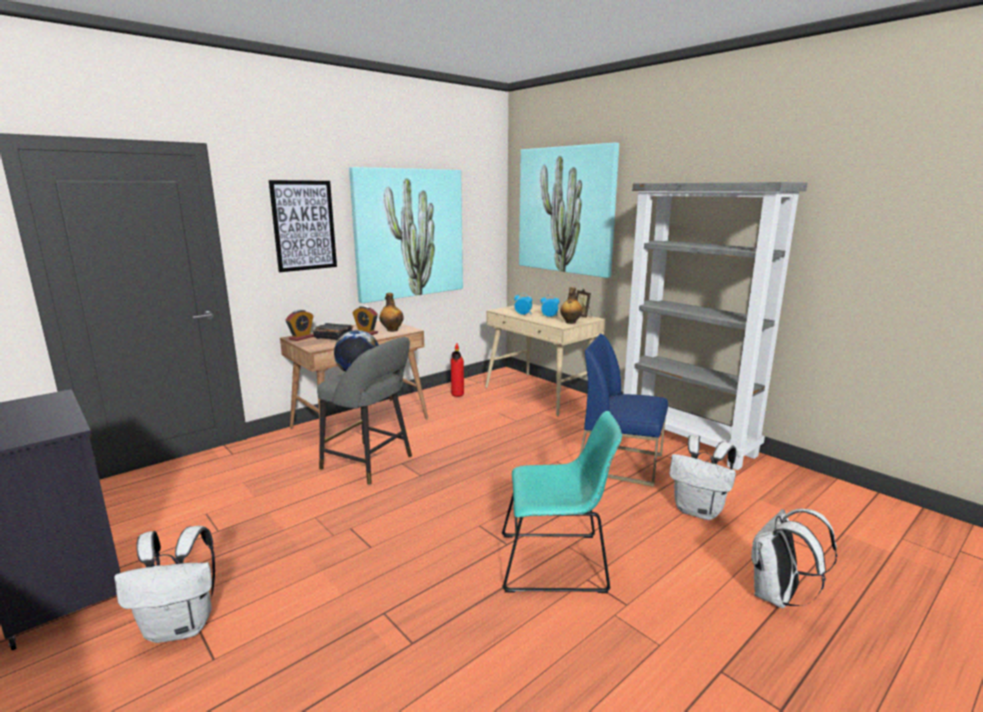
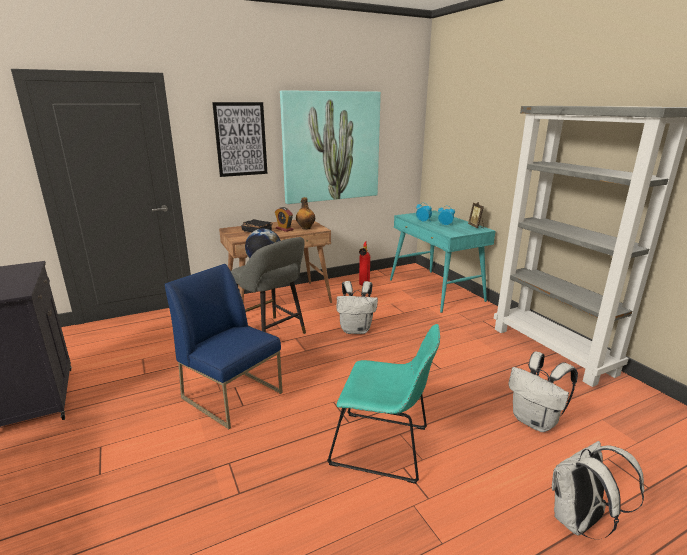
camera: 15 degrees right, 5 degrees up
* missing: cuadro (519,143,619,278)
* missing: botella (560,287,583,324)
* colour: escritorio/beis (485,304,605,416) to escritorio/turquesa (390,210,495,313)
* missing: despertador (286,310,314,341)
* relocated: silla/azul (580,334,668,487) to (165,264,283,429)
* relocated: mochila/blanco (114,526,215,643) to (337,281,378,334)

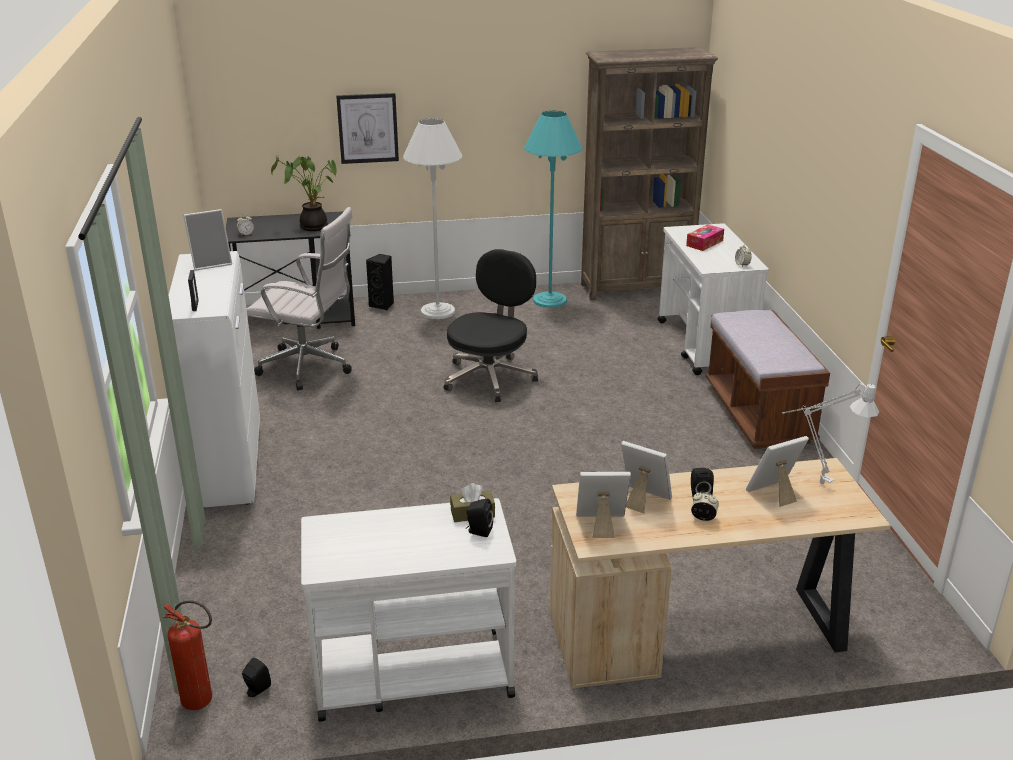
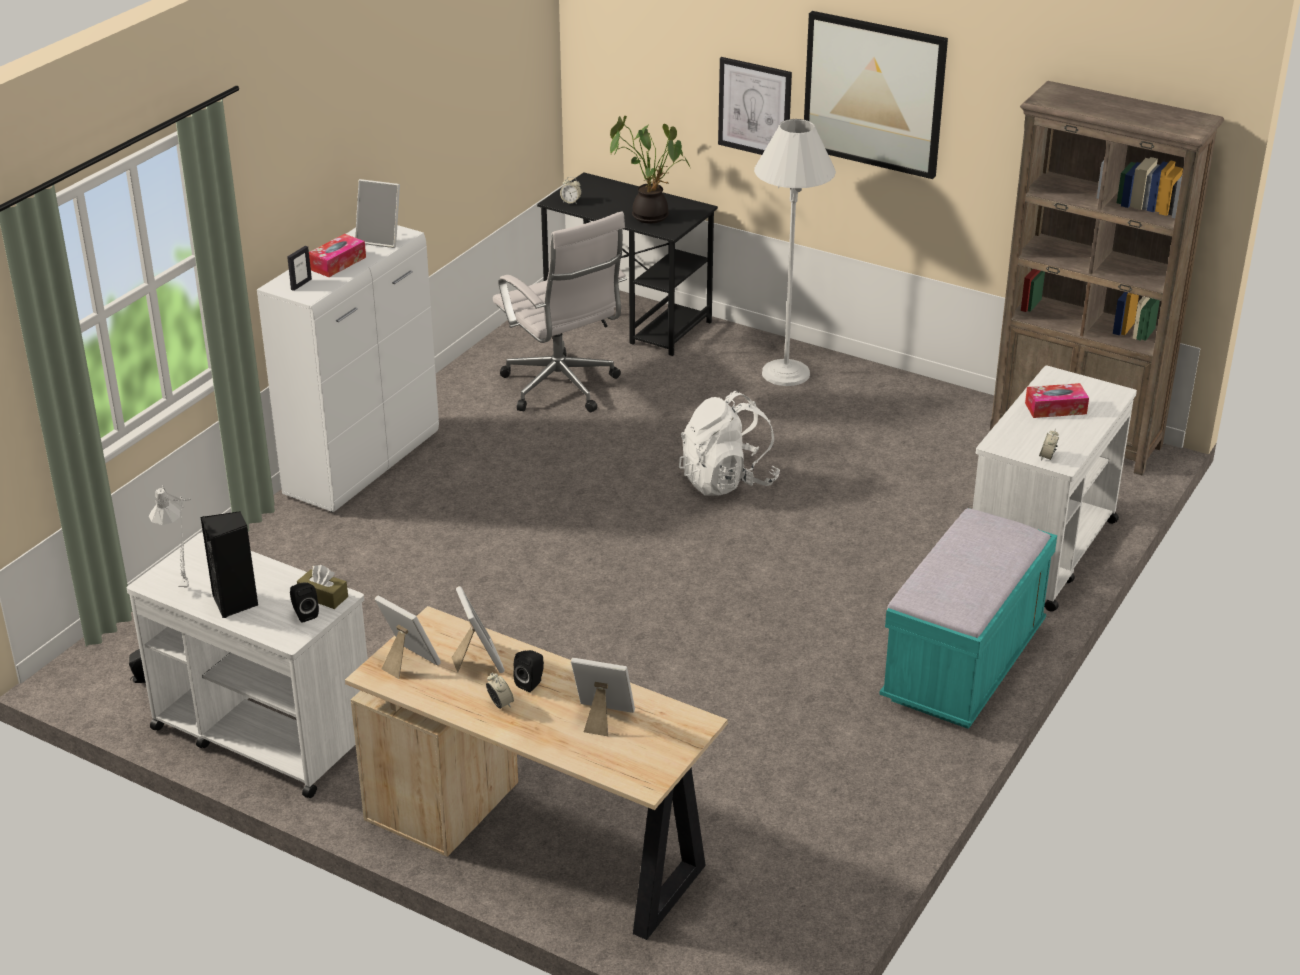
camera: 40 degrees right, 5 degrees up
* missing: lámpara de pie/turquesa (524,111,582,308)
* exchanged: silla de oficina/negro (444,249,538,402) to mochila/blanco (679,391,780,496)
* relocated: altavoz/negro (366,254,394,310) to (201,511,258,618)
* colour: banco/marrón (705,310,830,449) to banco/turquesa (879,508,1057,729)
* relocated: lámpara de mesa/gris (782,383,879,484) to (149,486,191,588)
* missing: extintor (163,600,212,710)
* appeared: cuadro (804,11,948,179)
* appeared: caja de pañuelos (309,234,366,277)

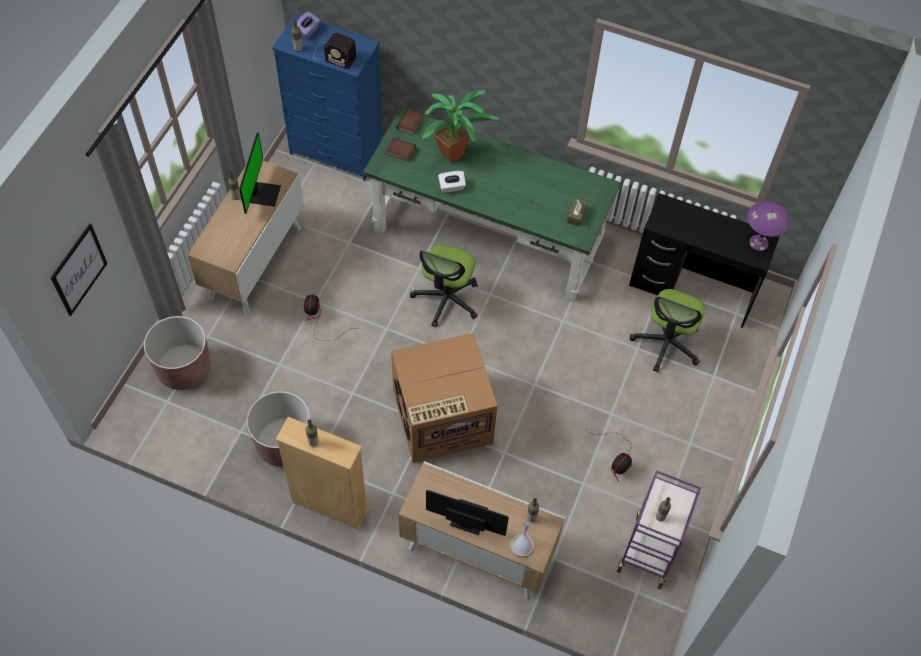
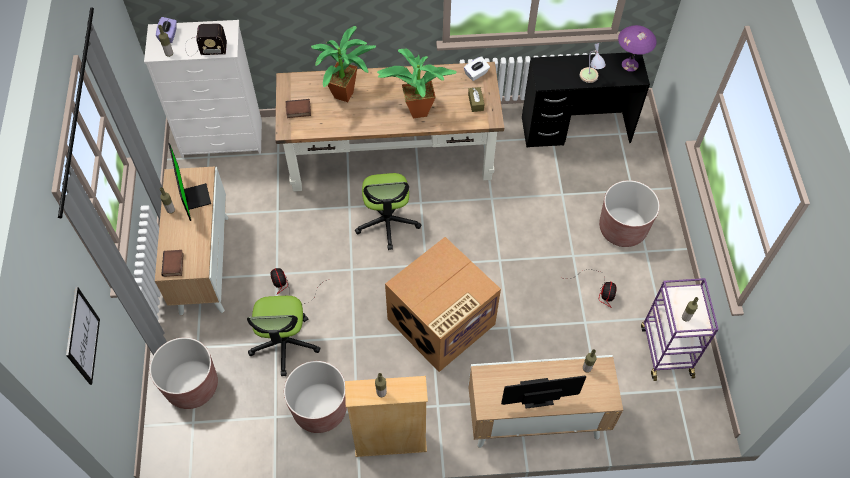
camera: 25 degrees left, 0 degrees up
* colour: cómoda/azul (272,14,383,181) to cómoda/blanco (144,20,262,158)
* colour: escritorio/verde (363,107,621,303) to escritorio/marrón (275,62,504,192)
* relocated: libro (397,108,423,135) to (161,250,184,277)
* relocated: caja de pañuelos/blanco (438,171,466,193) to (464,56,490,81)
* relocated: silla de oficina (630,289,705,372) to (247,296,321,376)
* relocated: lámpara de mesa (510,523,534,558) to (580,43,606,83)
* appeared: planta en maceta (377,49,457,119)
* appeared: maceta/marrón (599,180,660,247)

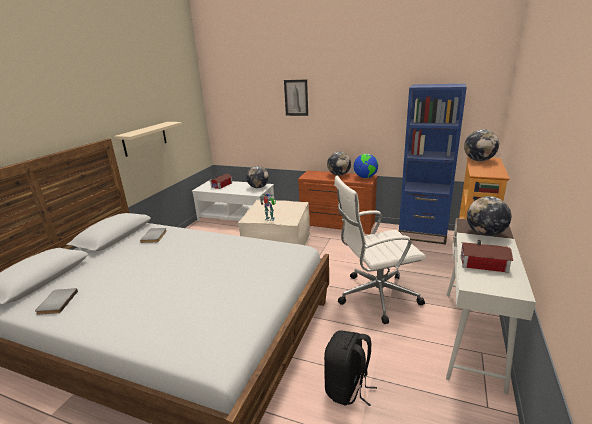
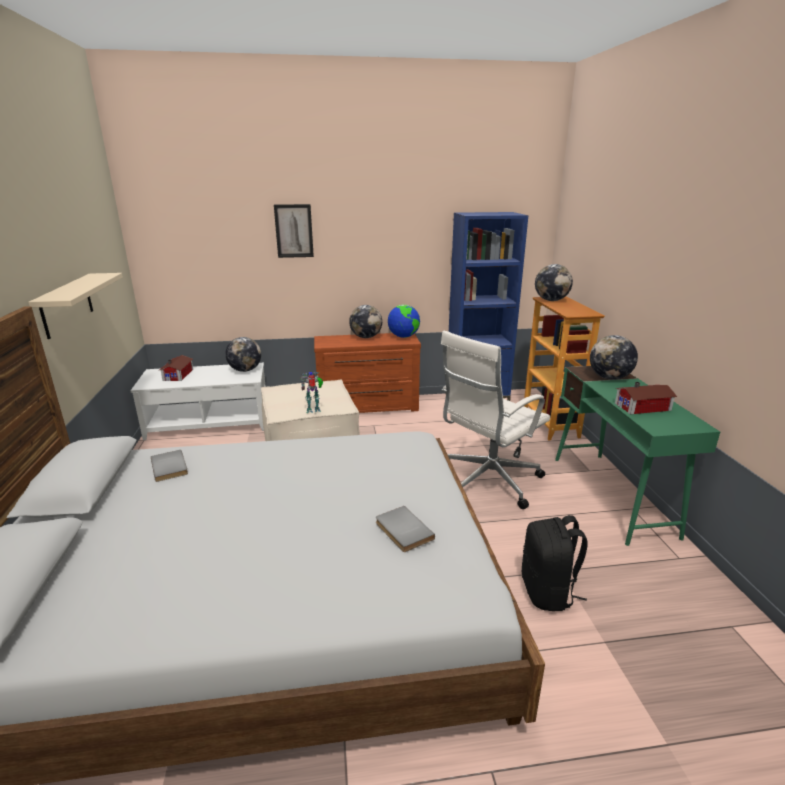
camera: 30 degrees left, 0 degrees up
* colour: escritorio/blanco (446,218,536,394) to escritorio/verde (555,366,720,546)
* relocated: libro/gris (35,288,78,315) to (376,506,435,552)

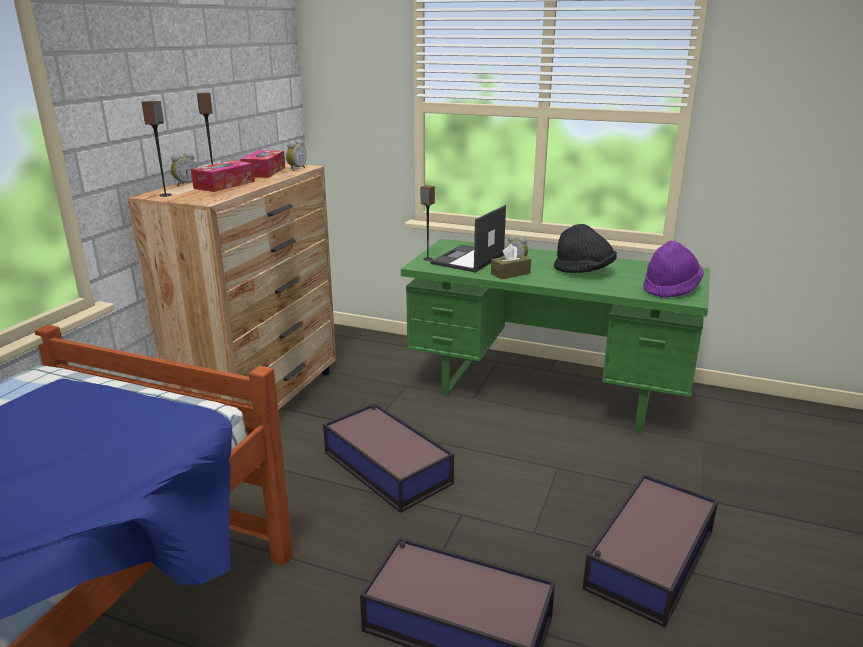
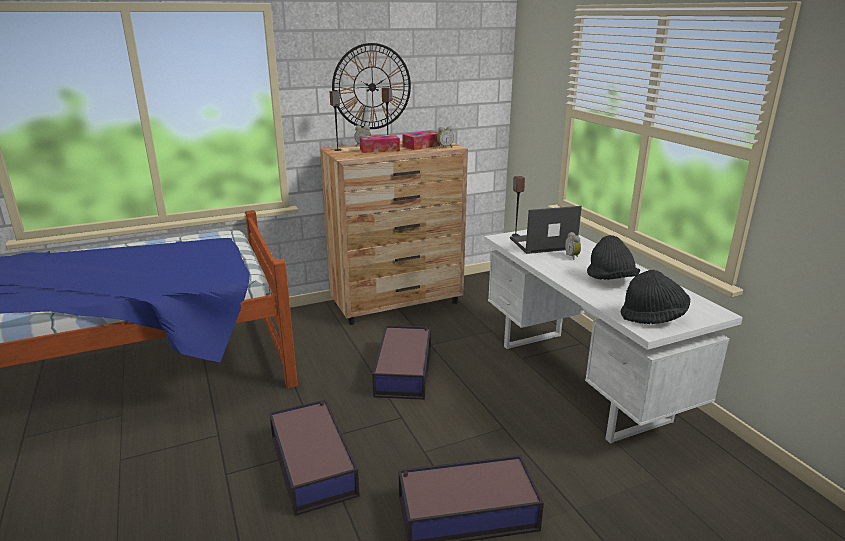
camera: 45 degrees right, 0 degrees up
* colour: escritorio/verde (401,239,710,433) to escritorio/blanco (484,230,743,444)
* colour: sombrero/morado (643,241,704,298) to sombrero/negro (621,270,690,324)
* missing: caja de pañuelos/marrón (491,244,531,279)
* appeared: reloj de pared (332,43,411,129)

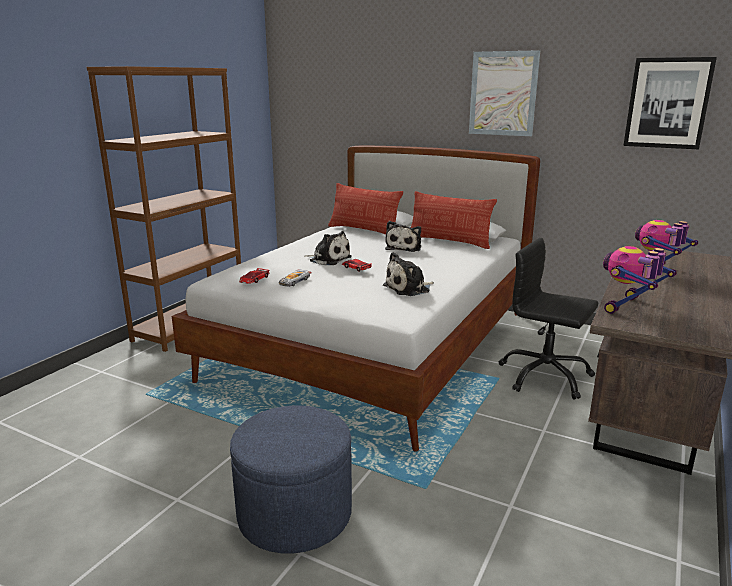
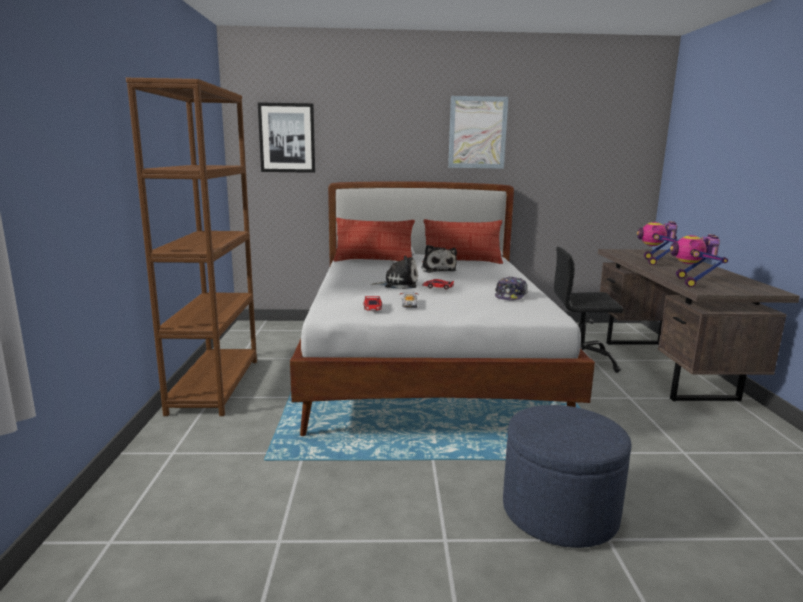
camera: 30 degrees left, 5 degrees down
* relocated: cuadro (623,57,717,149) to (258,102,315,173)
* exchanged: peluche (383,252,434,296) to gorra (495,276,528,301)

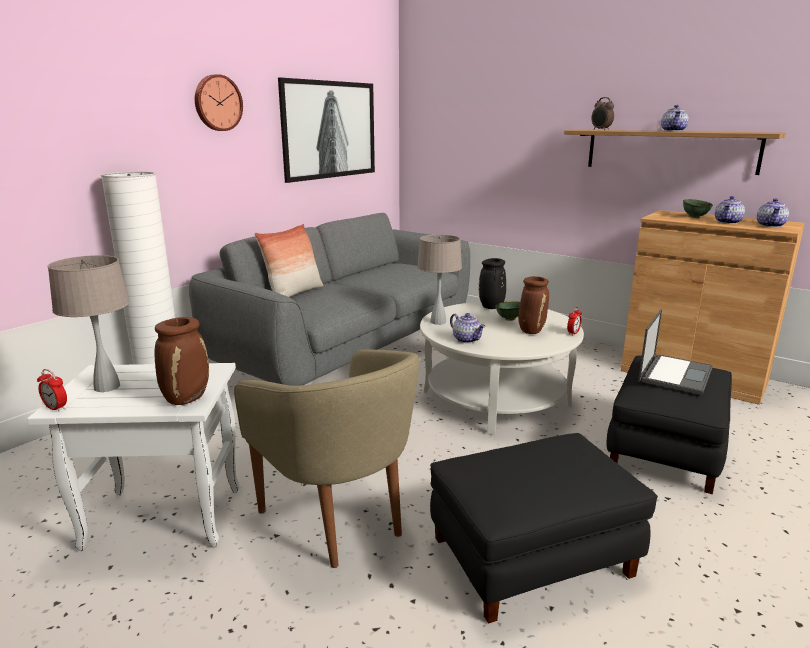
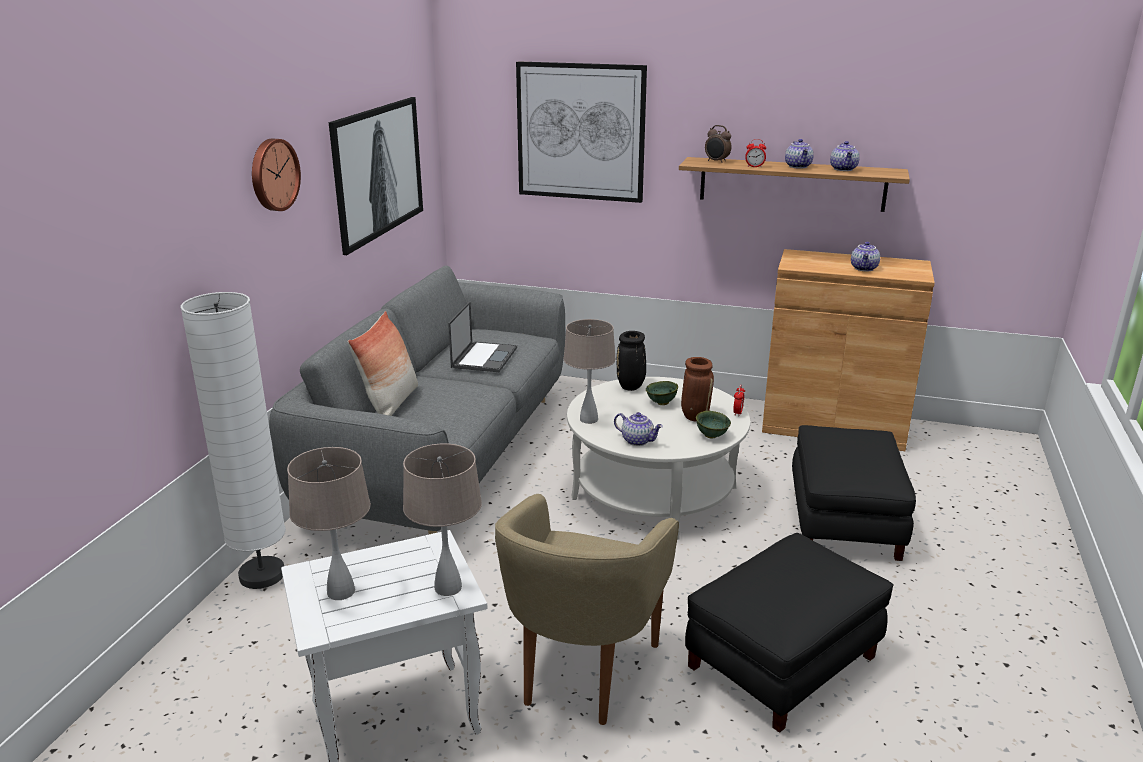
camera: 20 degrees left, 5 degrees up
* relocated: tetera (757,198,789,227) to (830,141,860,171)
* relocated: cuenco/verde (683,199,713,218) to (696,411,731,439)
* relocated: portátil (638,309,713,395) to (448,301,517,372)
* exchanged: florero/marrón (155,317,209,405) to lámpara de mesa/beis (403,443,482,596)
* spun: sillón/beis (234,349,419,568) = (495,494,679,725) 75 degrees clockwise
* relocated: despertador (37,369,67,412) to (745,139,766,168)
* appeared: cuadro (516,61,647,203)

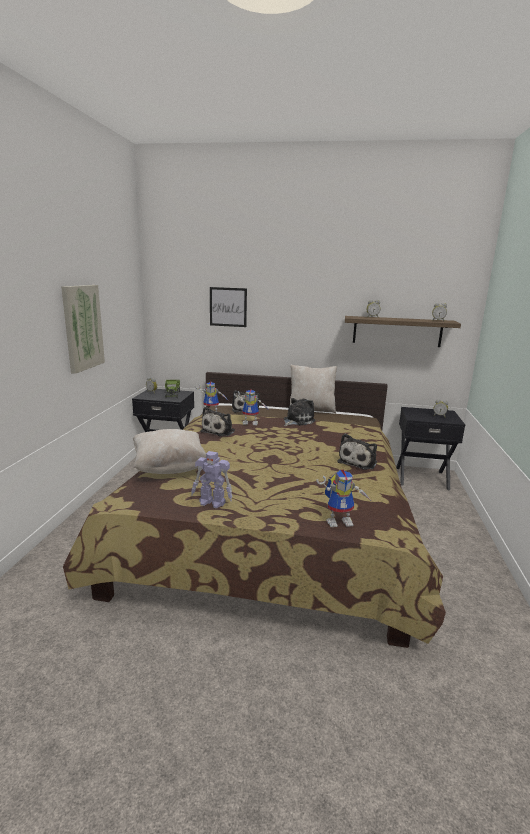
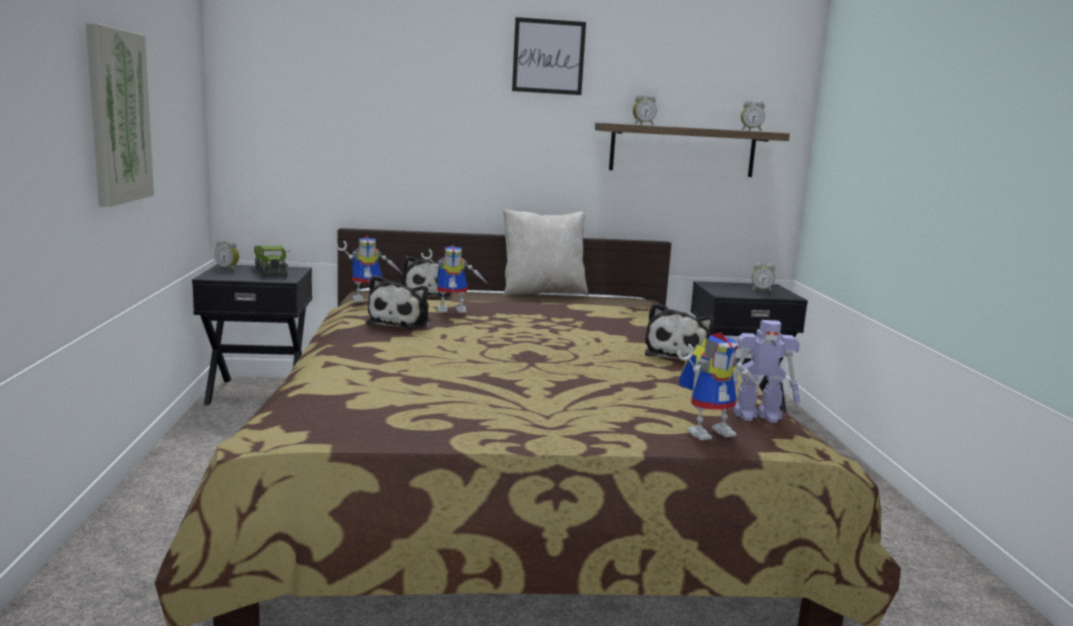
camera: 15 degrees left, 5 degrees down
* relocated: cuadro (210,287,247,327) to (512,17,586,95)
* missing: peluche (284,398,316,426)
* missing: cojín/beis (133,429,206,474)
* relocated: robot de juguete (191,451,232,508) to (733,320,800,423)

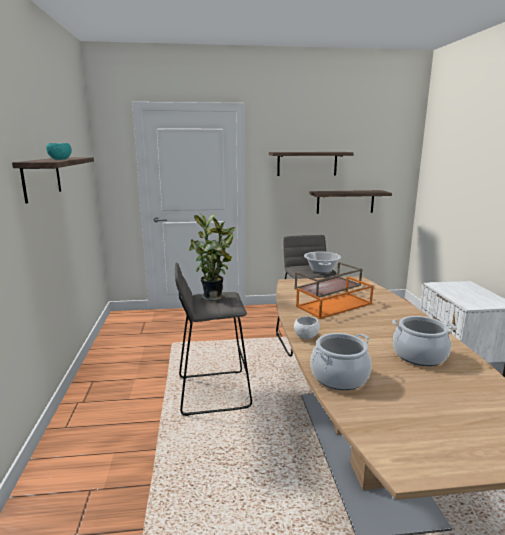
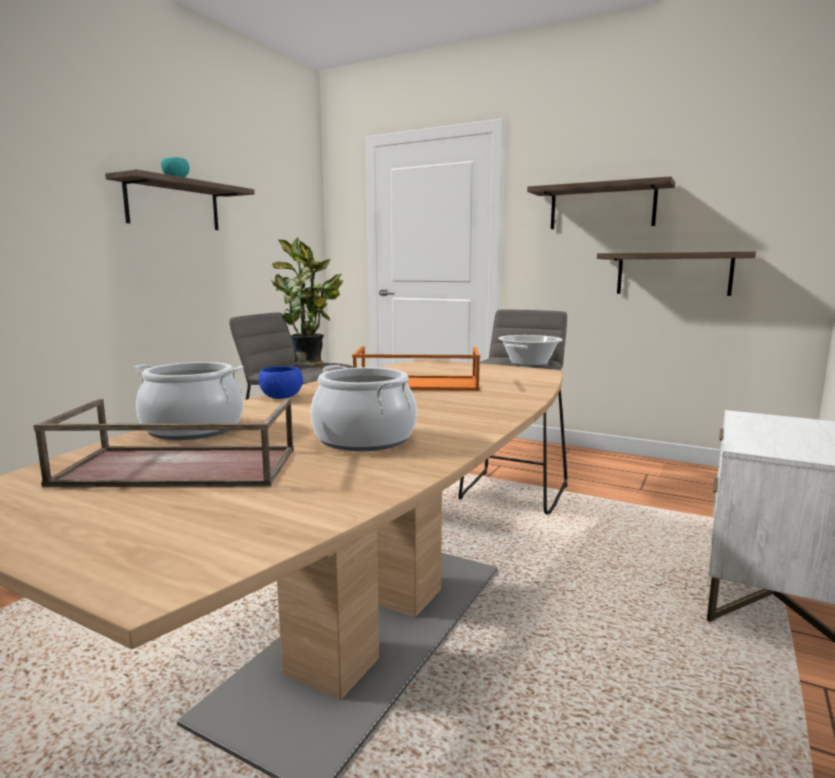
camera: 35 degrees right, 5 degrees down
* relocated: bandeja/marrón (295,262,362,298) to (33,398,294,487)
* colour: cuenco/blanco (294,316,320,339) to cuenco/azul (259,366,303,399)

